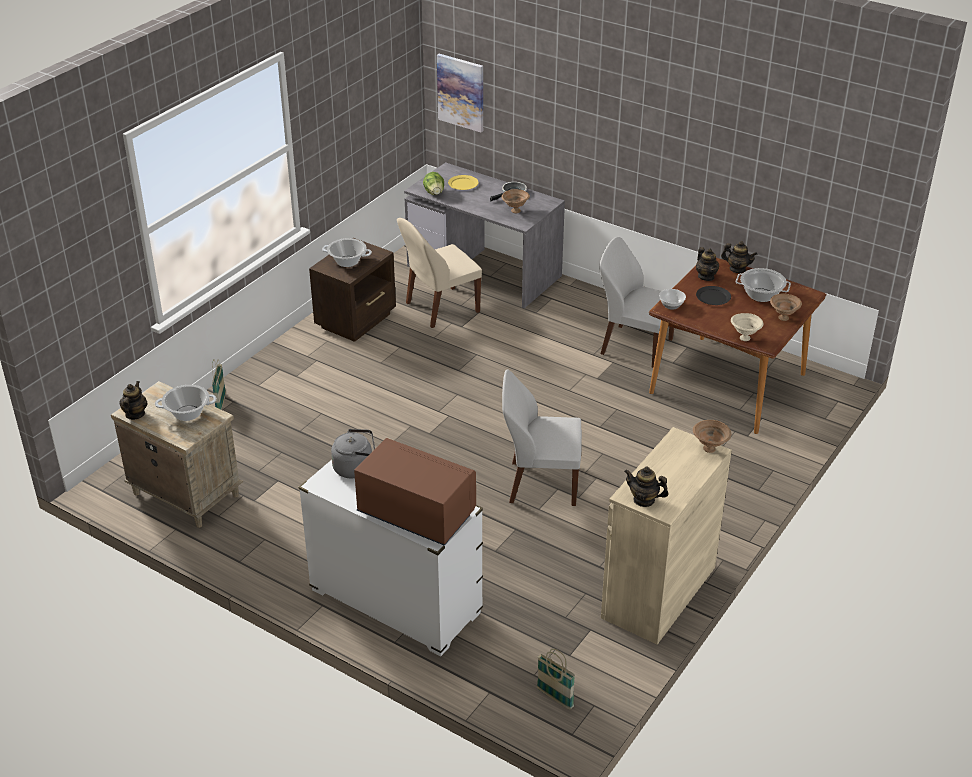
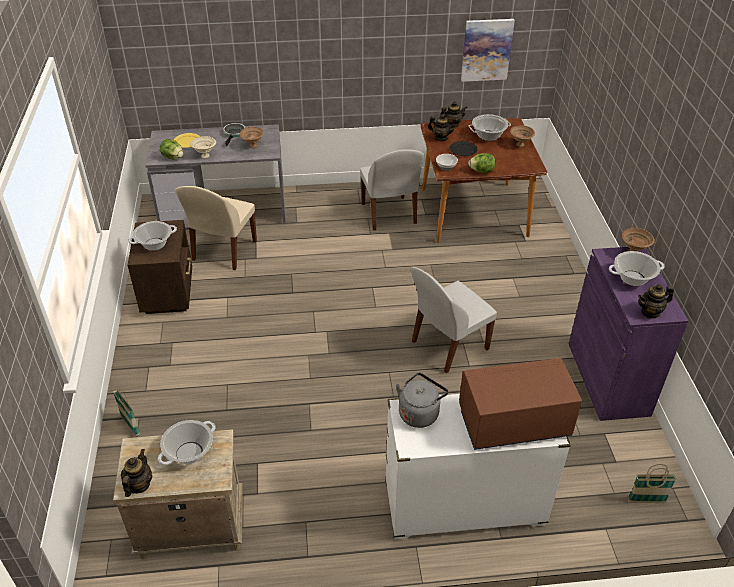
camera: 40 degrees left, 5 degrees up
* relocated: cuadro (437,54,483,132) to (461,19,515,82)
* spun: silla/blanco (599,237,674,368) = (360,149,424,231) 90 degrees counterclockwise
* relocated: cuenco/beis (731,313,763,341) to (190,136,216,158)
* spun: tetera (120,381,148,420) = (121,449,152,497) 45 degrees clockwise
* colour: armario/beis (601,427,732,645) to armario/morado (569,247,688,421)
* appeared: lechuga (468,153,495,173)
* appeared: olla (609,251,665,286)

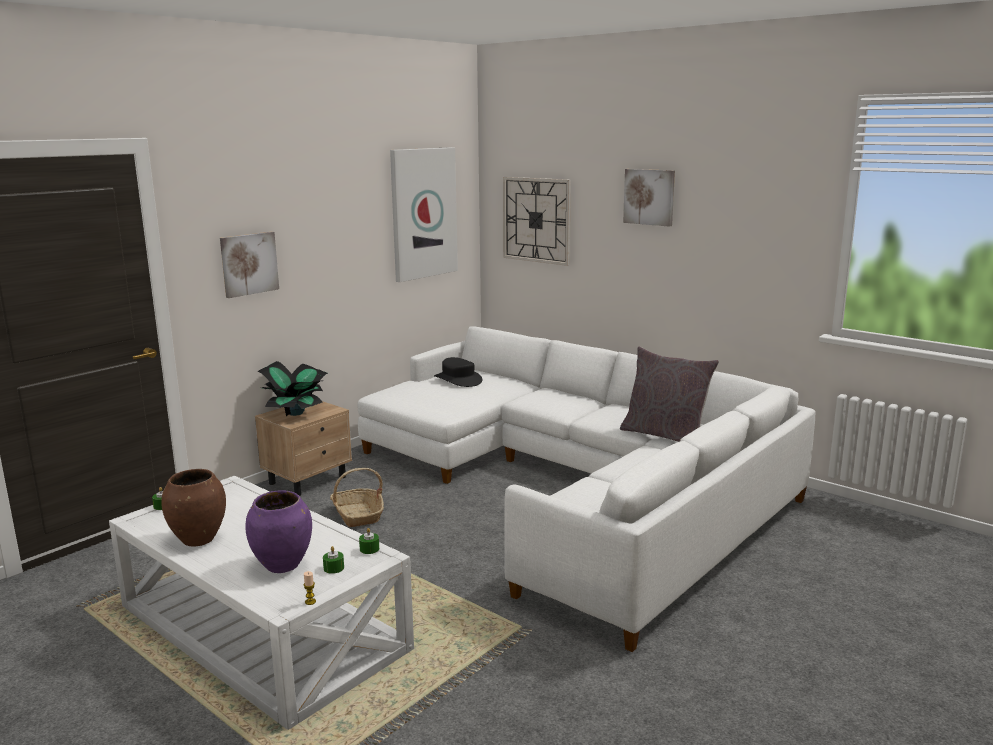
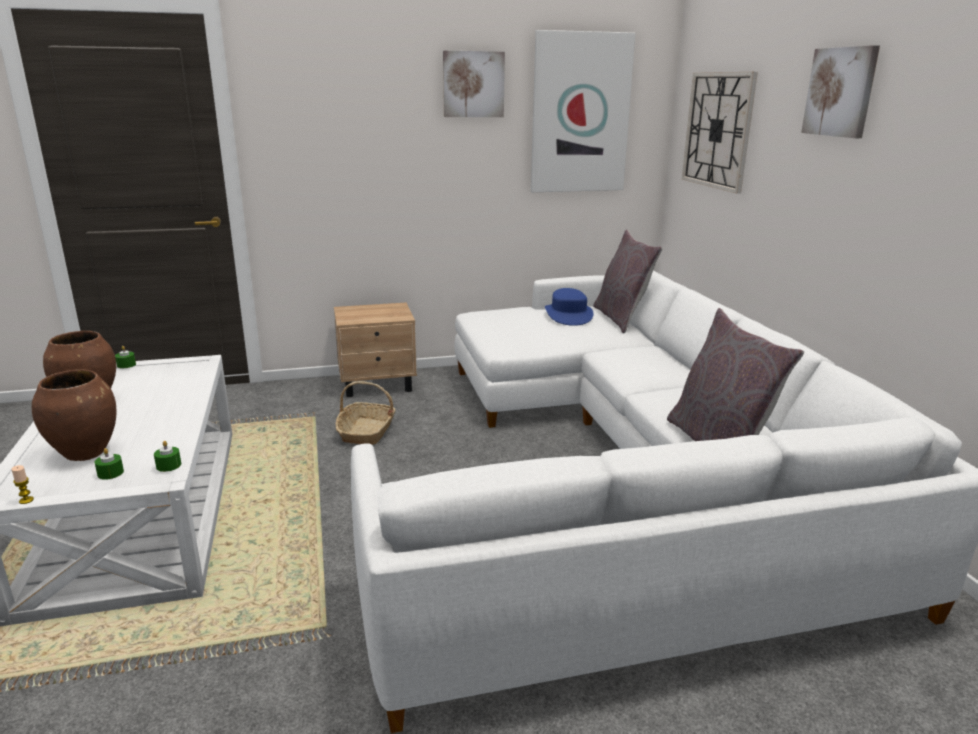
camera: 35 degrees right, 5 degrees up
* relocated: cuadro (220,232,279,298) to (443,51,505,117)
* colour: sombrero/negro (434,357,482,387) to sombrero/azul (545,288,593,326)
* missing: planta en maceta (258,361,328,416)
* colour: florero/morado (245,490,312,573) to florero/marrón (32,369,116,461)
* appeared: cojín/gris (593,229,663,333)

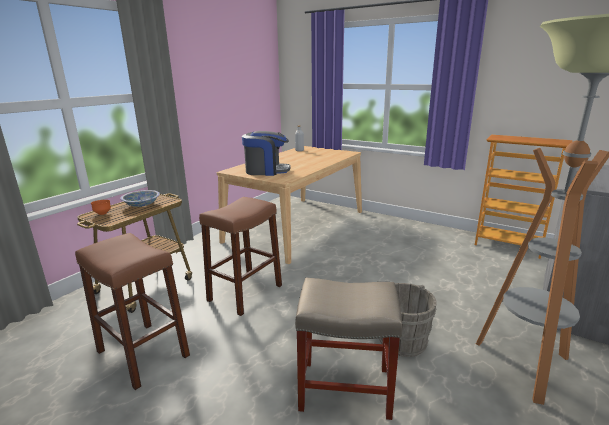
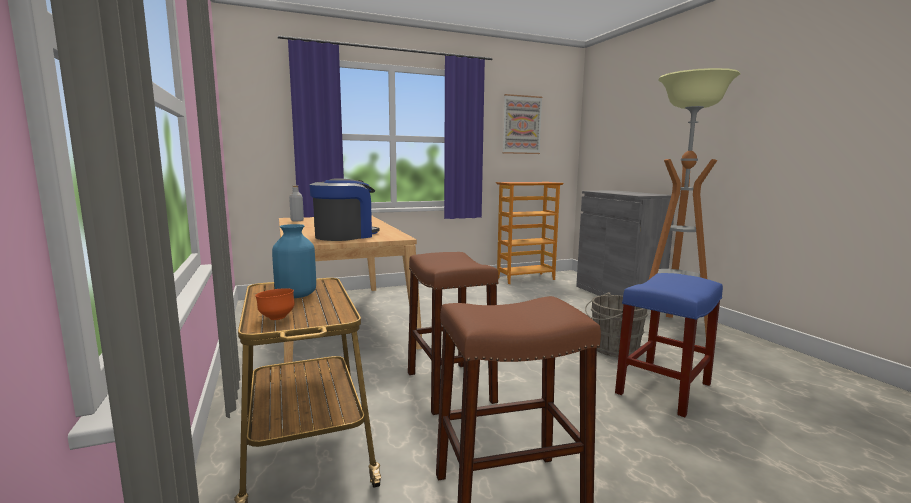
camera: 55 degrees left, 10 degrees down
* exchanged: cuenco (120,190,160,207) to florero/azul (272,224,316,298)
* colour: taburete/beis (295,278,402,420) to taburete/azul (615,273,723,417)
* appeared: cuadro (503,94,543,154)

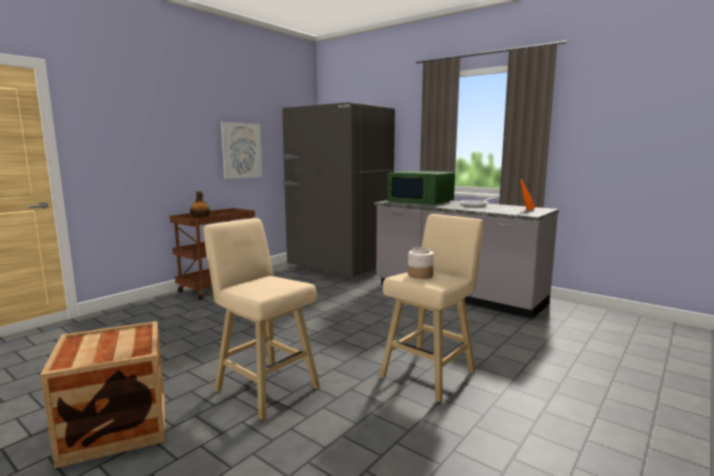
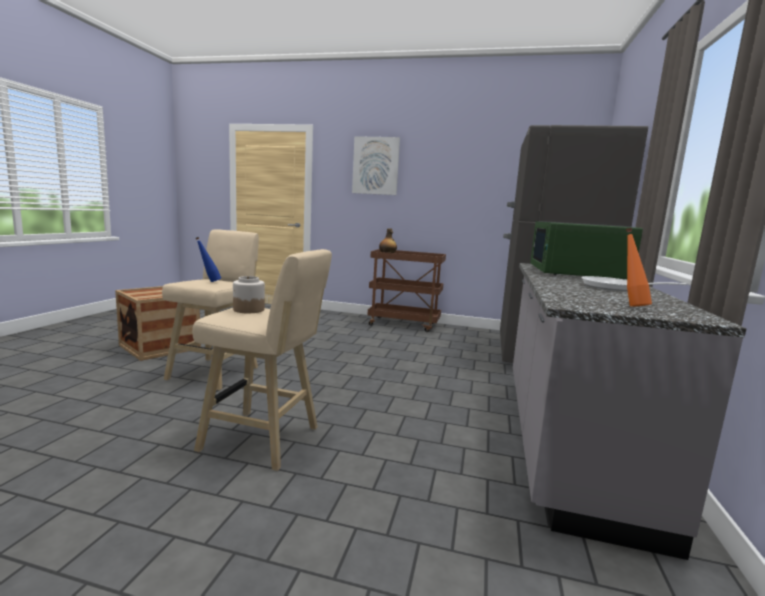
camera: 65 degrees right, 0 degrees up
* relocated: cuadro (221,122,262,179) to (352,136,400,195)
* appeared: botella/azul (196,237,221,282)

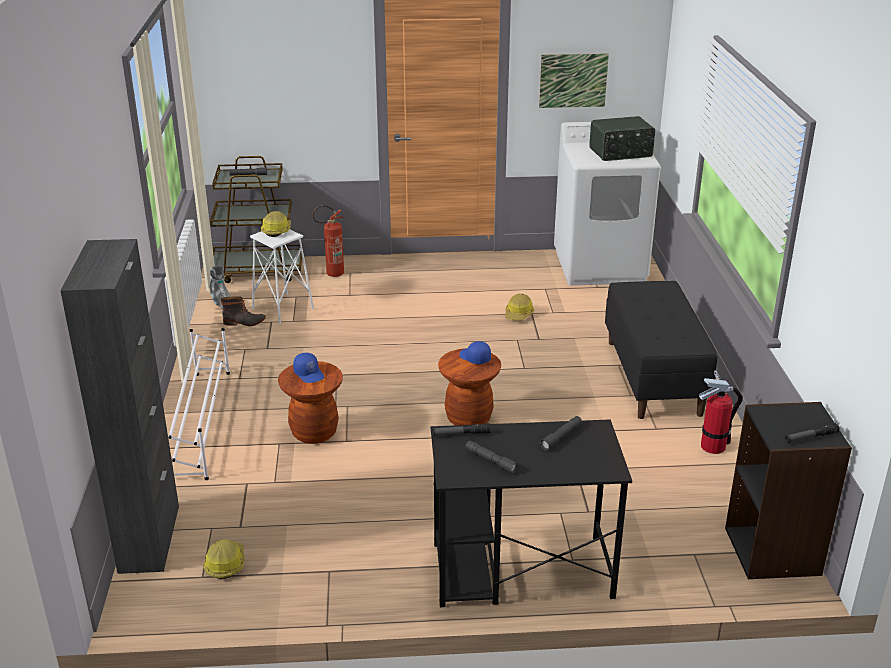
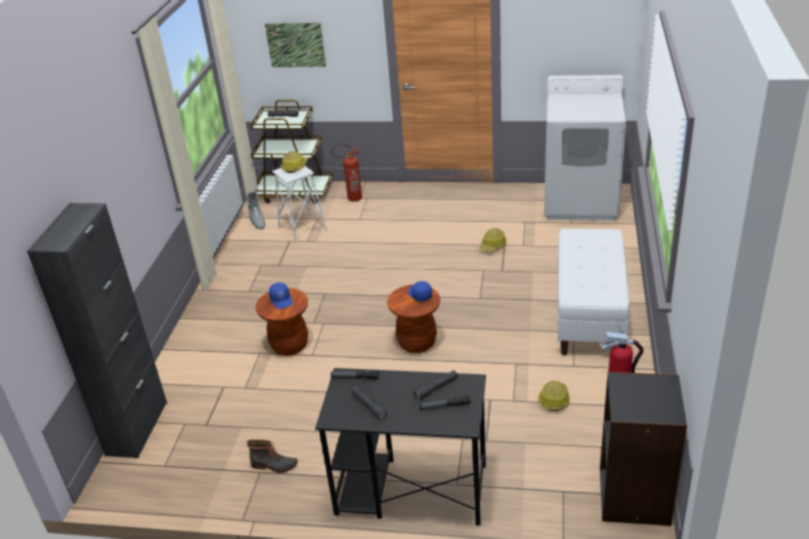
camera: 15 degrees right, 5 degrees up
* relocated: cuadro (539,53,609,108) to (265,22,326,67)
* missing: radio (589,116,655,161)
* colour: banco/negro (605,281,717,419) to banco/blanco (557,228,630,356)
* relocated: bota (221,296,266,326) to (247,440,298,473)
* missing: zapatero/blanco (168,328,230,480)
* relocated: linterna (785,423,840,443) to (420,395,471,410)
* relocated: casco (203,539,245,579) to (538,381,570,411)

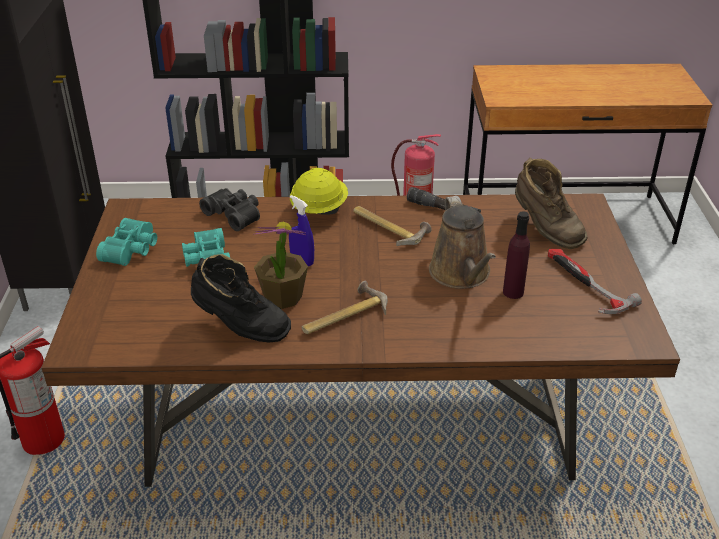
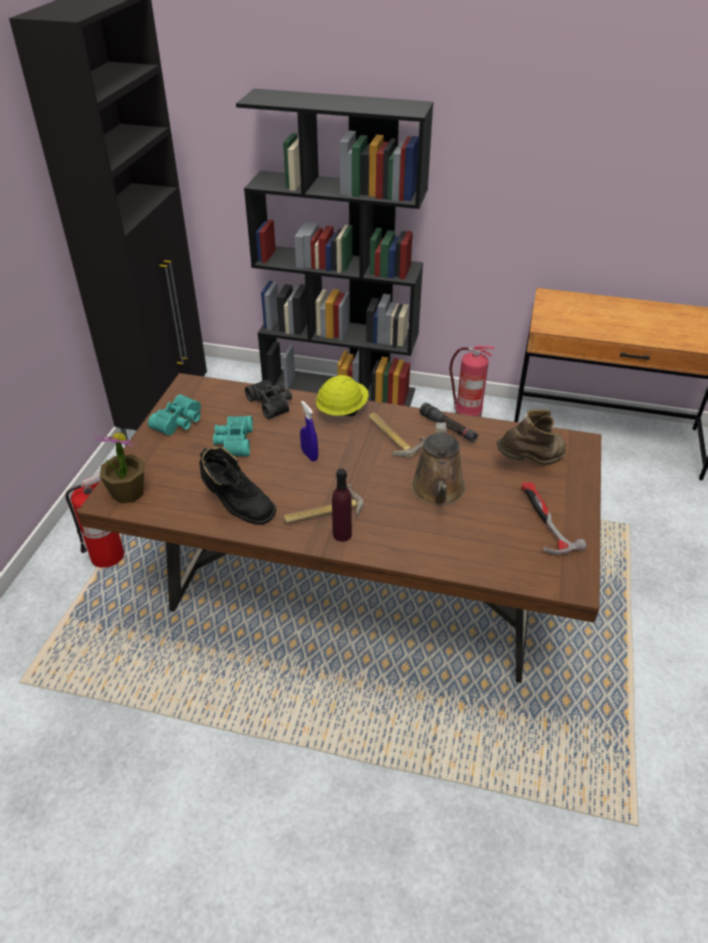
camera: 15 degrees right, 5 degrees up
* spun: bota/marrón (515,158,588,249) = (497,409,566,466) 90 degrees counterclockwise
* relocated: botella/morado (503,211,530,299) to (332,469,352,542)
* relocated: planta en maceta (254,222,308,309) to (93,432,144,503)

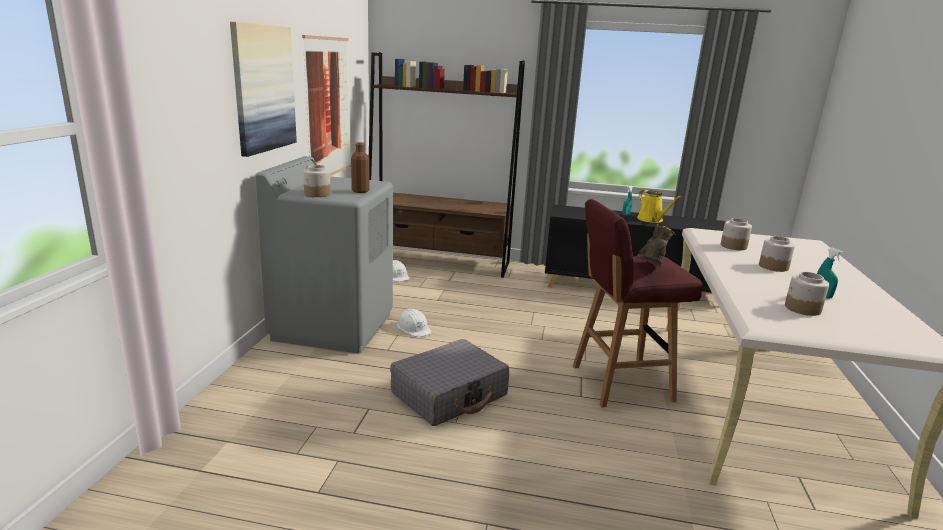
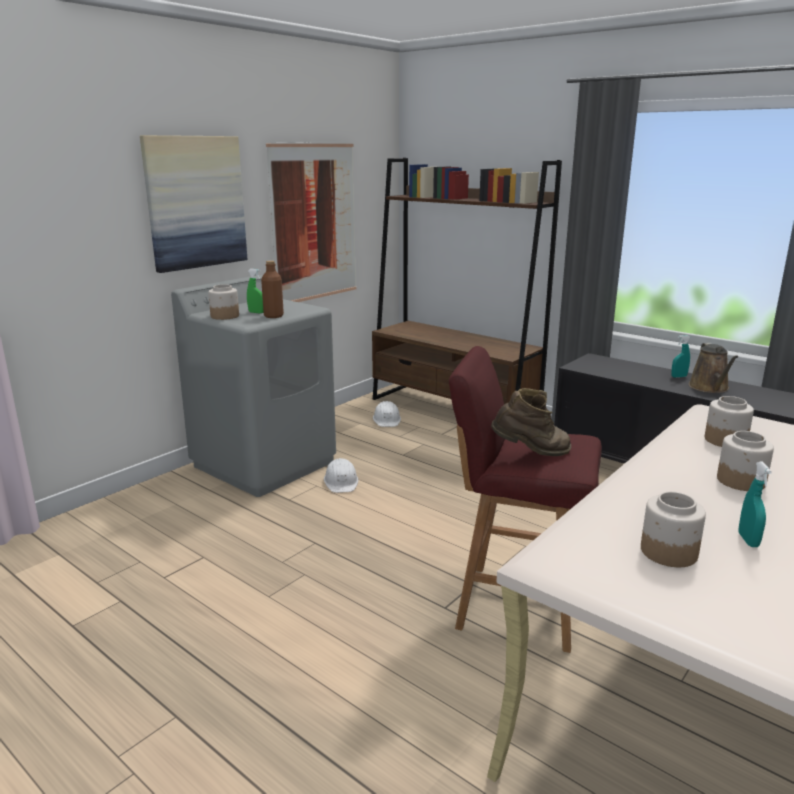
camera: 30 degrees right, 0 degrees up
* colour: regadera/amarillo (637,190,682,223) to regadera/marrón (689,343,738,393)
* spun: bota/marrón (637,224,676,267) = (491,388,571,456) 45 degrees clockwise
* missing: maleta/gris (390,339,509,426)
* appeared: pulverizador/verde (247,269,263,313)

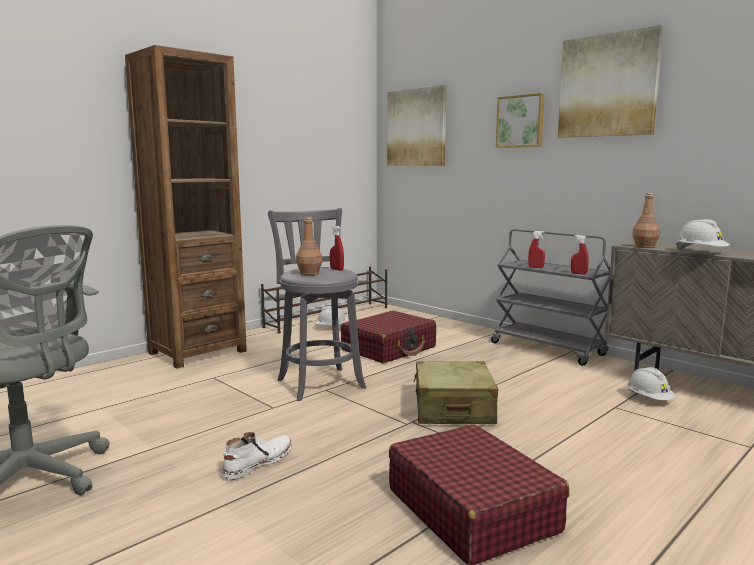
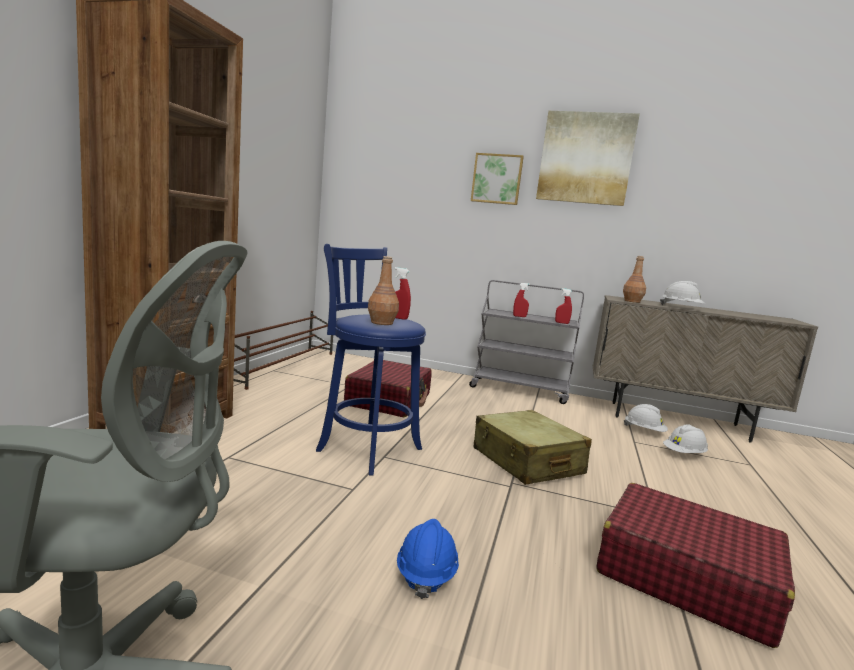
camera: 30 degrees left, 0 degrees up
* missing: cuadro (387,85,447,166)
* colour: taburete/gris (268,208,366,401) to taburete/azul (316,244,426,475)
* relocated: casco/blanco (314,306,347,327) to (663,424,708,453)
* exchanged: bota/blanco (221,432,292,480) to casco/azul (397,519,459,599)

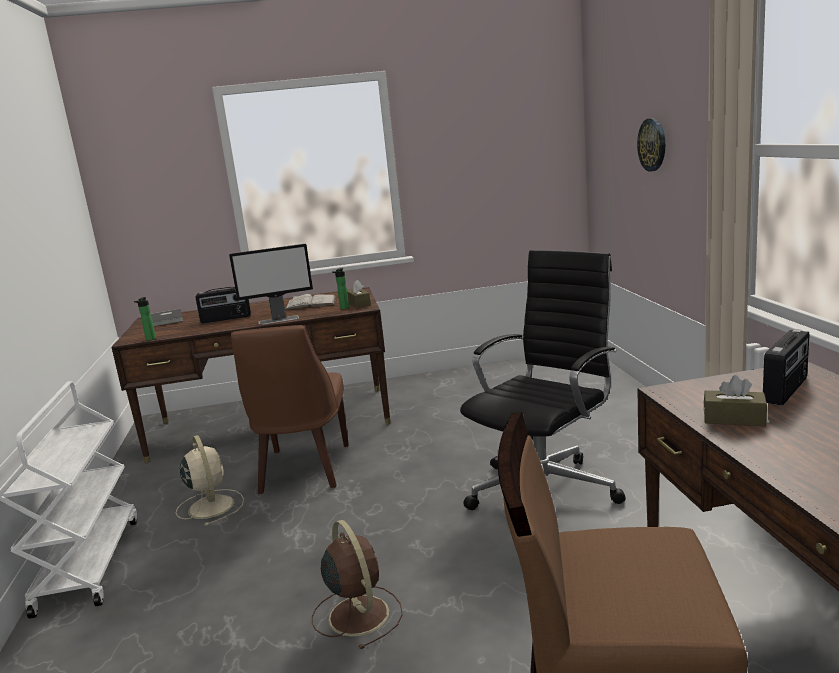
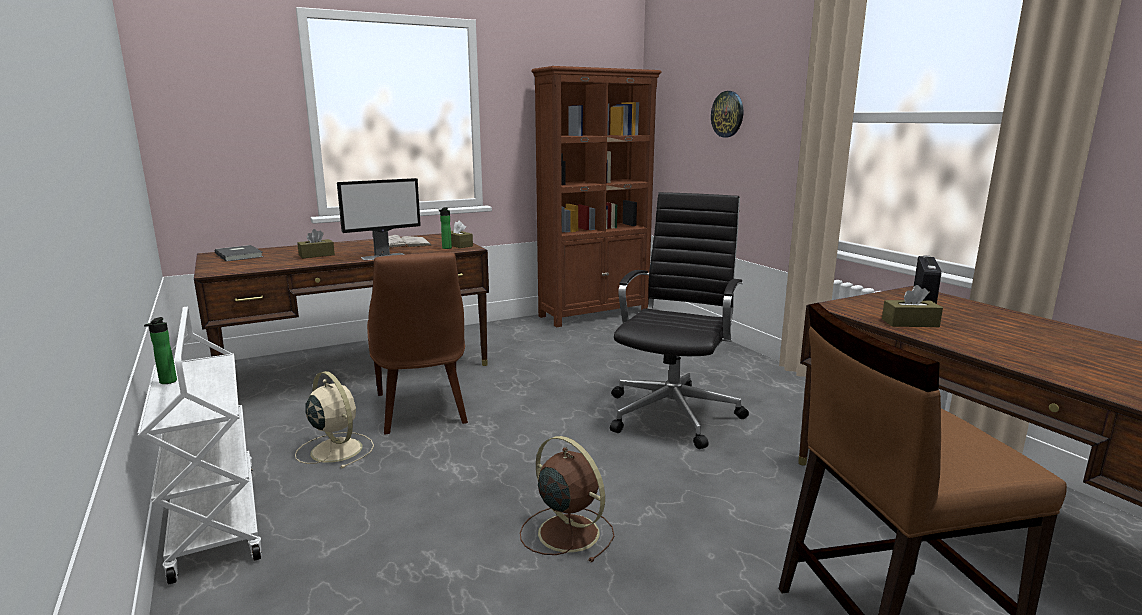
camera: 20 degrees left, 0 degrees up
* exchanged: radio (196,287,251,323) to caja de pañuelos/marrón (297,229,335,259)
* relocated: botella (134,297,156,341) to (144,317,177,384)
* appeared: estantería/marrón (531,66,662,327)

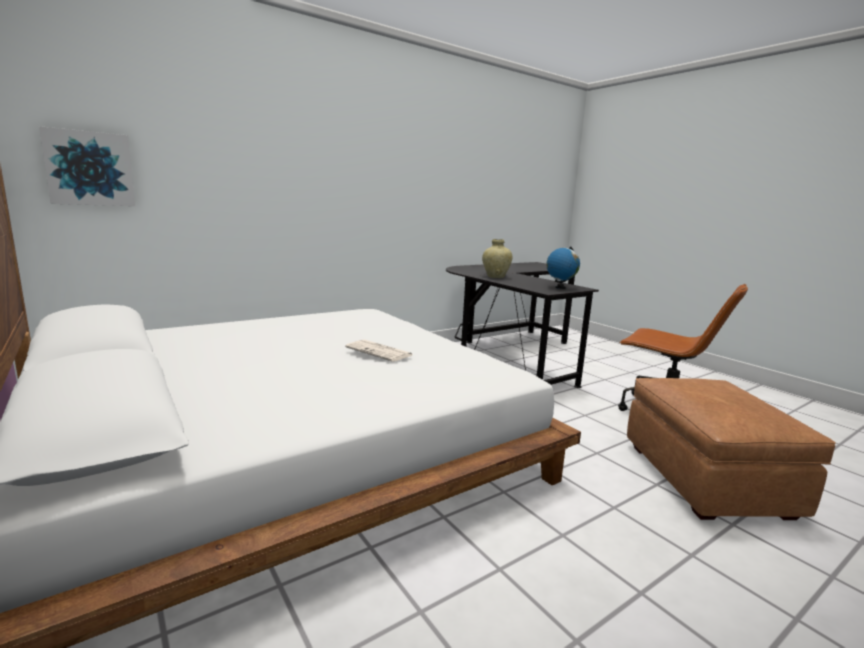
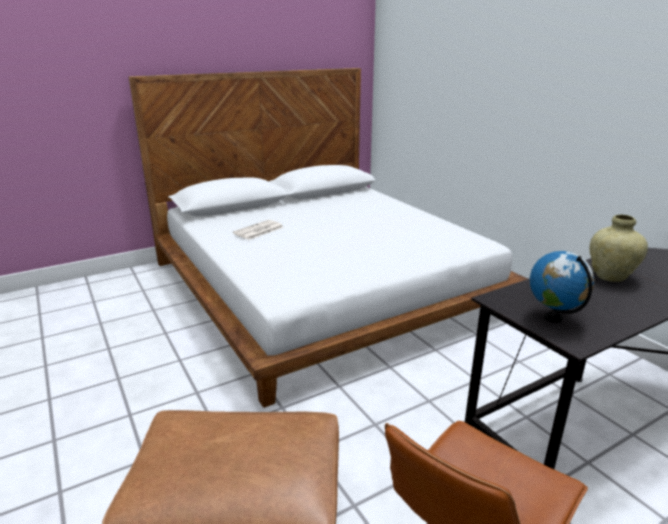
camera: 95 degrees right, 10 degrees up
* missing: cuadro (39,126,135,206)
* relocated: periódico (345,340,412,362) to (233,220,284,240)

